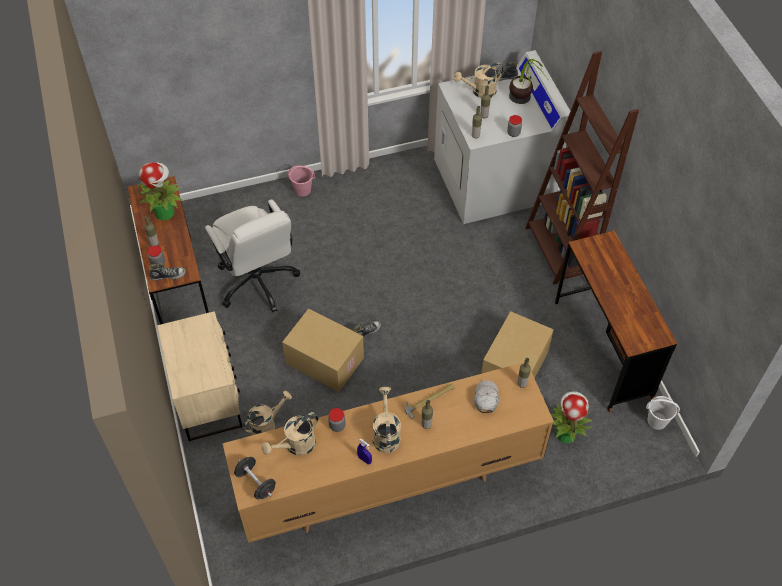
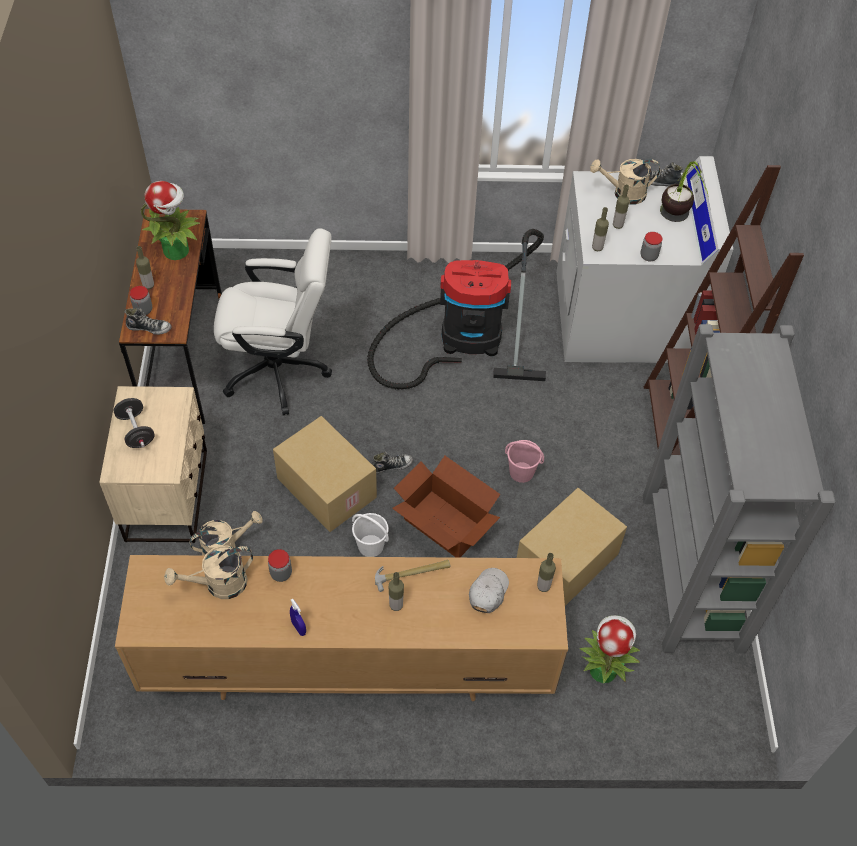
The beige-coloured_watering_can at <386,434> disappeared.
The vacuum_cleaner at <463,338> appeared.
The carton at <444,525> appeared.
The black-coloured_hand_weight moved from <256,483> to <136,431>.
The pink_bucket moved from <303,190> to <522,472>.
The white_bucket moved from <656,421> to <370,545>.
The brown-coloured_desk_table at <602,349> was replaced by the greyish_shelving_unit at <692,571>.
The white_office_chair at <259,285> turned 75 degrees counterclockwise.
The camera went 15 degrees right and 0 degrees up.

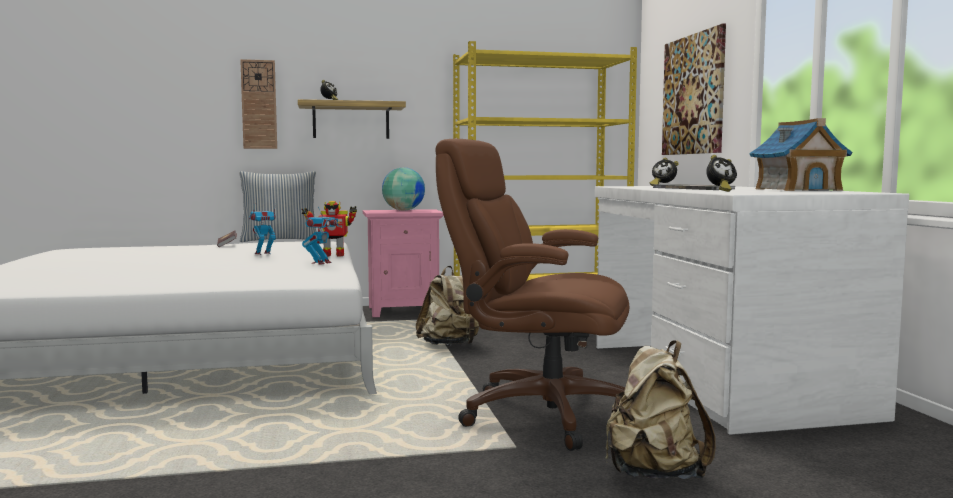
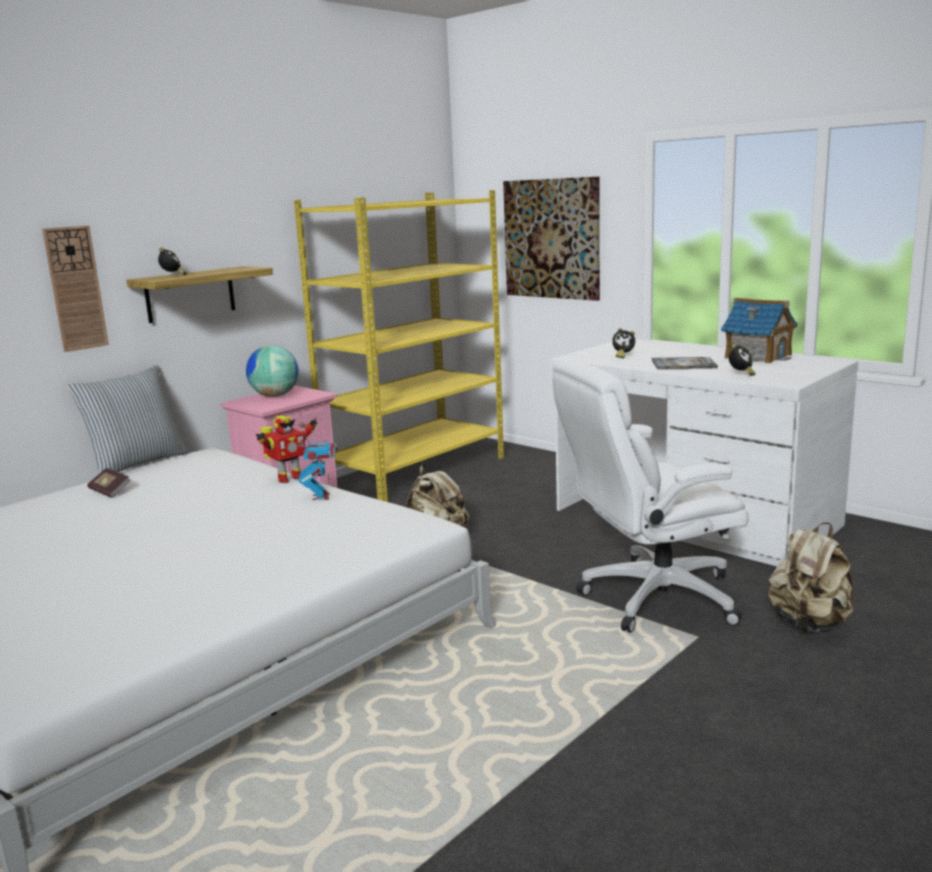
The robot_figure at <263,254> disappeared.
The brown-coloured_office_chair at <537,413> became the white_office_chair at <649,598>.
The camera went 35 degrees left and 10 degrees up.

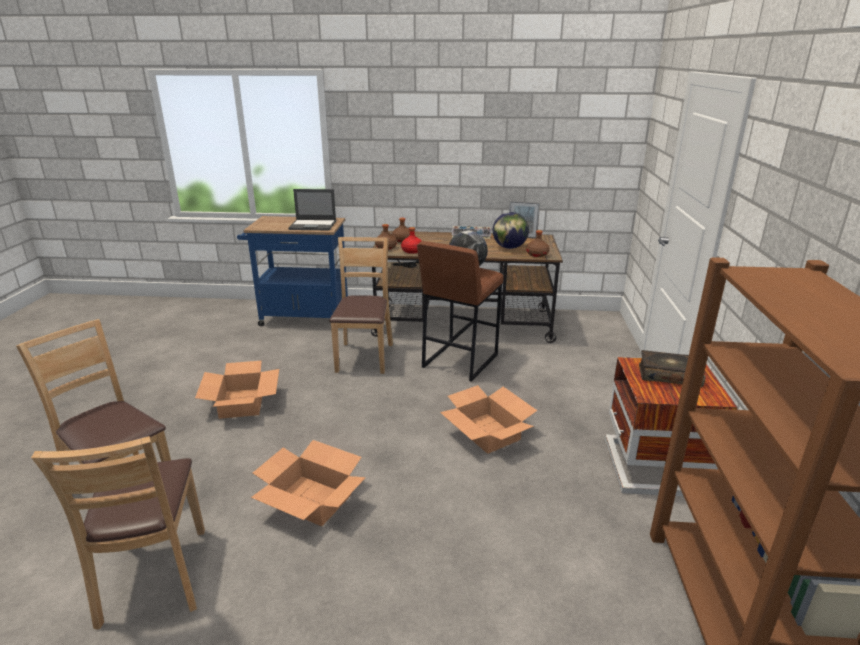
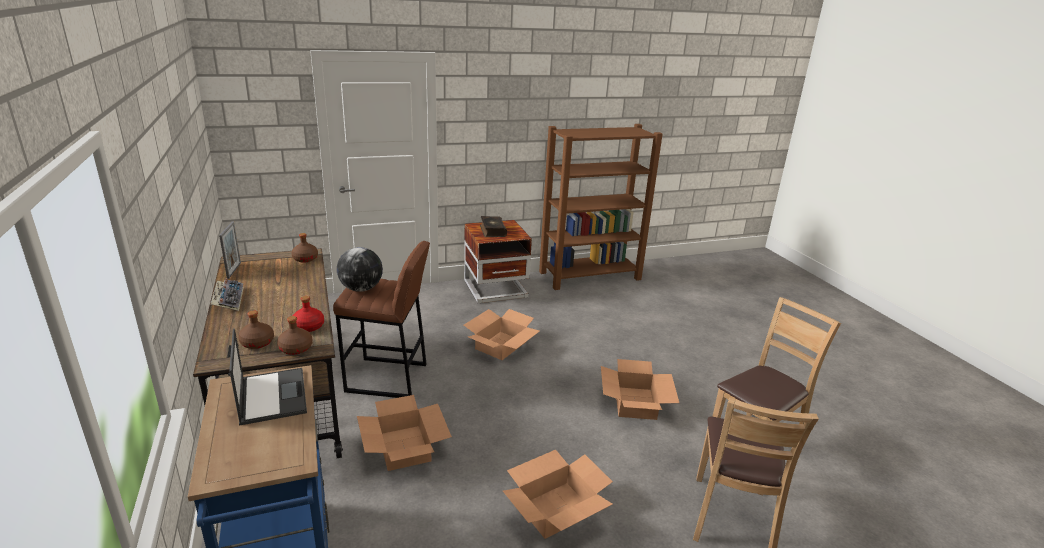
The world_globe at <509,247> disappeared.
The brown-coloured_plain_chair at <364,357> was replaced by the carton at <404,447>.
The camera went 115 degrees left and 0 degrees up.

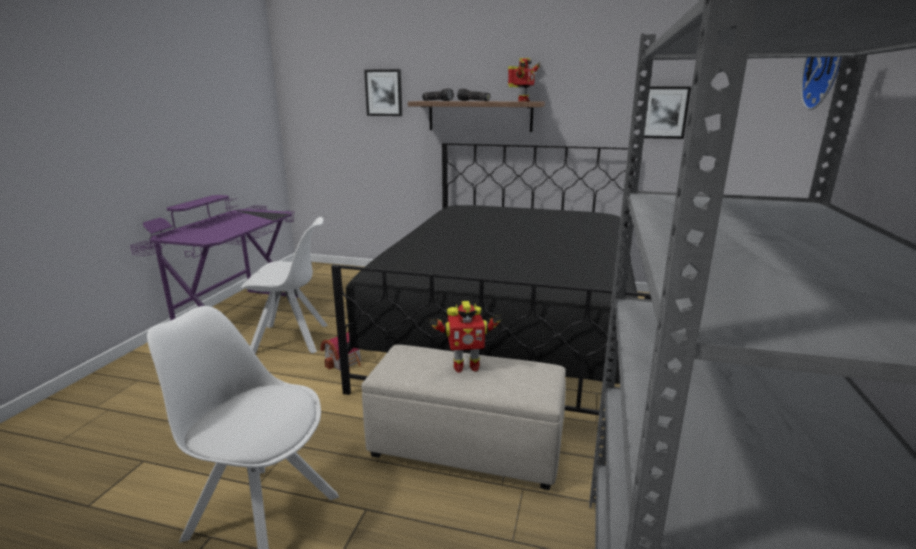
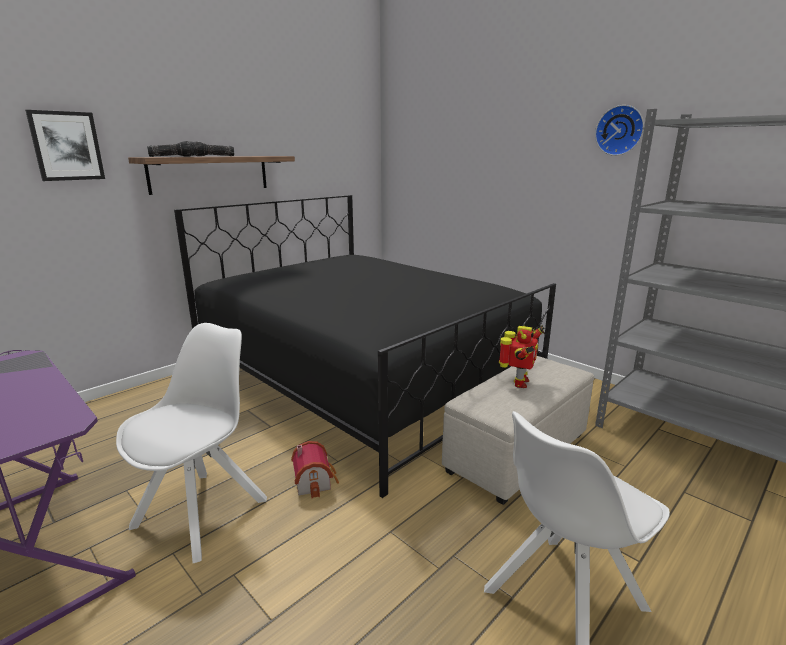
The robot_figure at <522,101> disappeared.
The wall_art at <664,112> disappeared.
The camera went 60 degrees left and 0 degrees up.

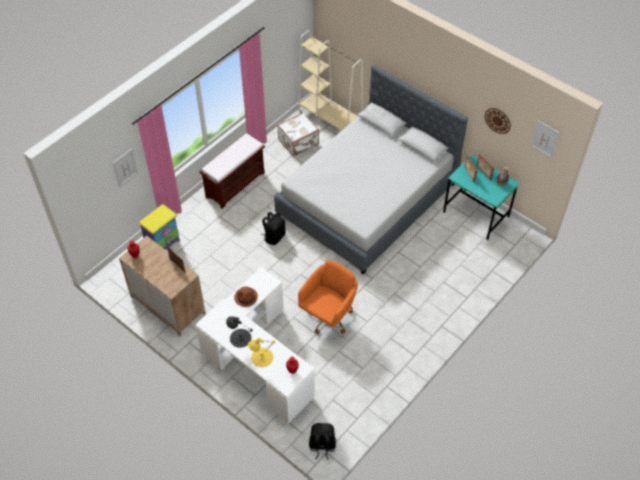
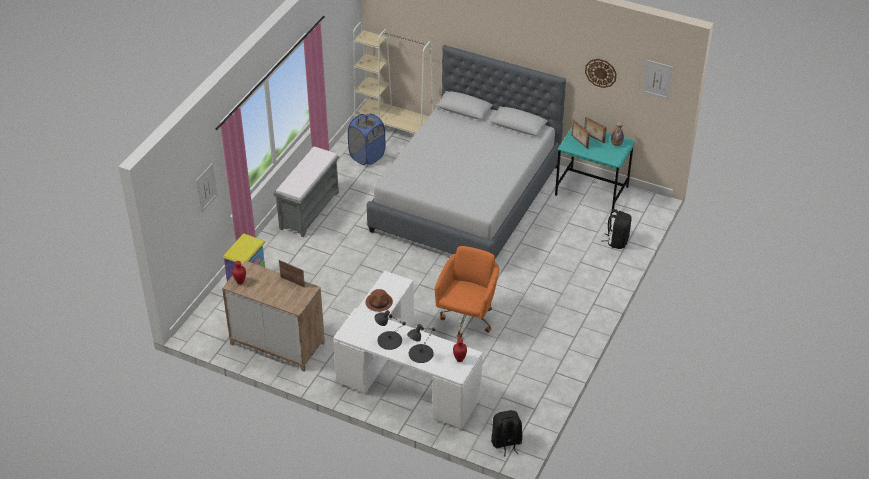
The black-coloured_backpack moved from <274,237> to <617,241>.
The white_travel_case at <299,143> was replaced by the blue_washing_basket at <367,156>.
The brown-coloured_long_seat at <235,184> became the greyish_long_seat at <309,210>.
The yellow-coloured_lamp_for_a_table at <261,357> became the black-coloured_lamp_for_a_table at <420,353>.
The camera went 15 degrees left and 10 degrees down.

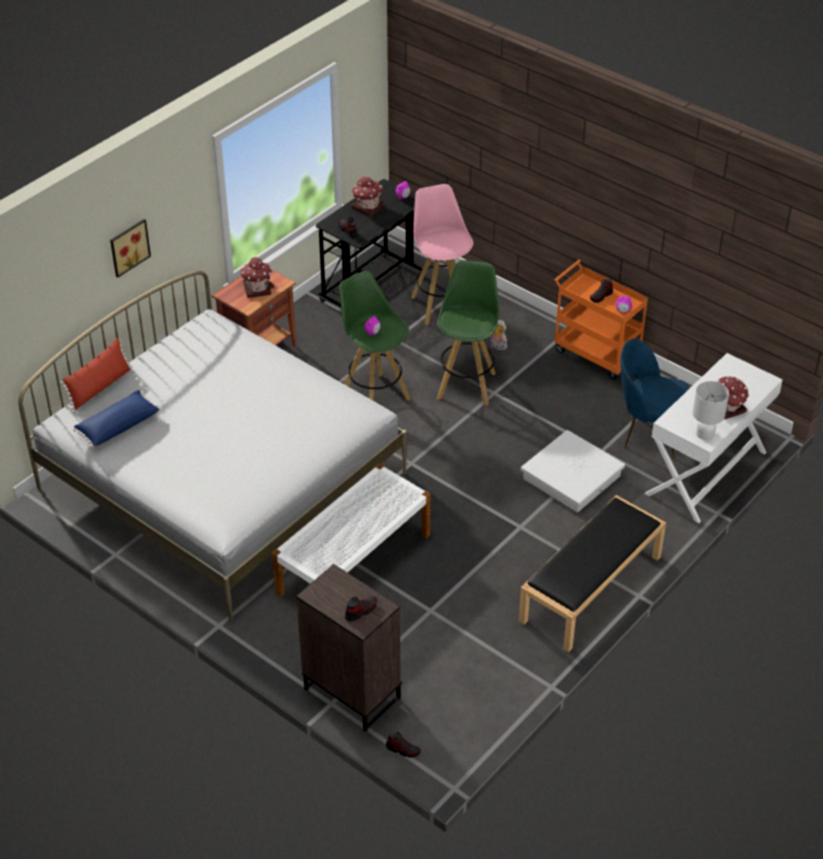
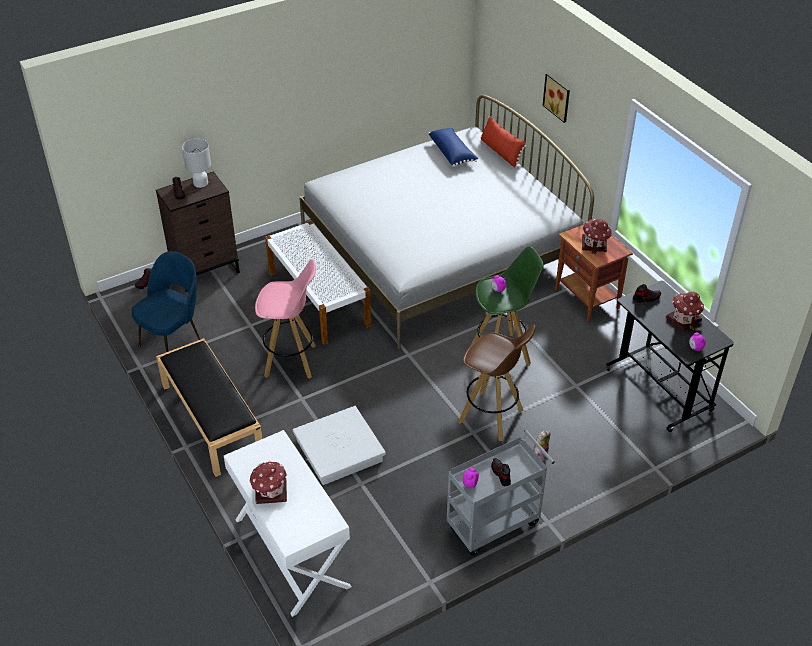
The pink_stool moved from <440,305> to <291,361>.
The blue_plain_chair moved from <647,435> to <174,341>.
The greyish_lamp_for_a_table moved from <705,433> to <201,183>.
The greenish_stool at <467,385> became the brown-coloured_stool at <492,417>.
The orangey_wheeled_cart at <594,357> became the greyish_wheeled_cart at <495,526>.
The camera went 110 degrees right and 0 degrees up.

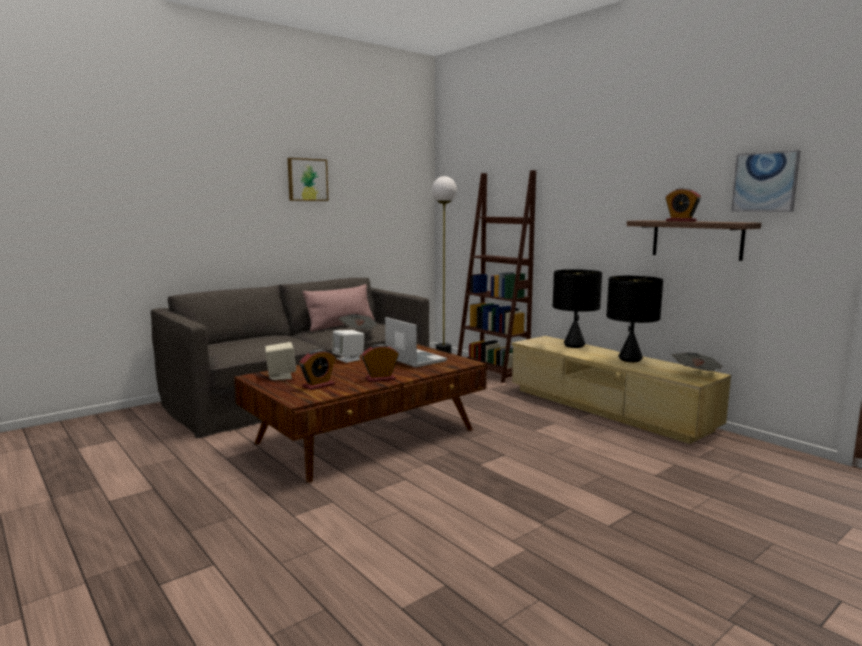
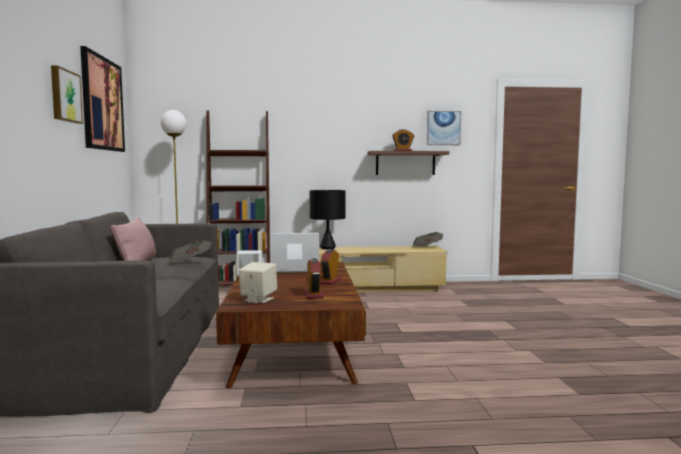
The black-coloured_lamp_for_a_table at <630,360> disappeared.
The wall_art at <102,104> appeared.
The camera went 55 degrees left and 5 degrees down.

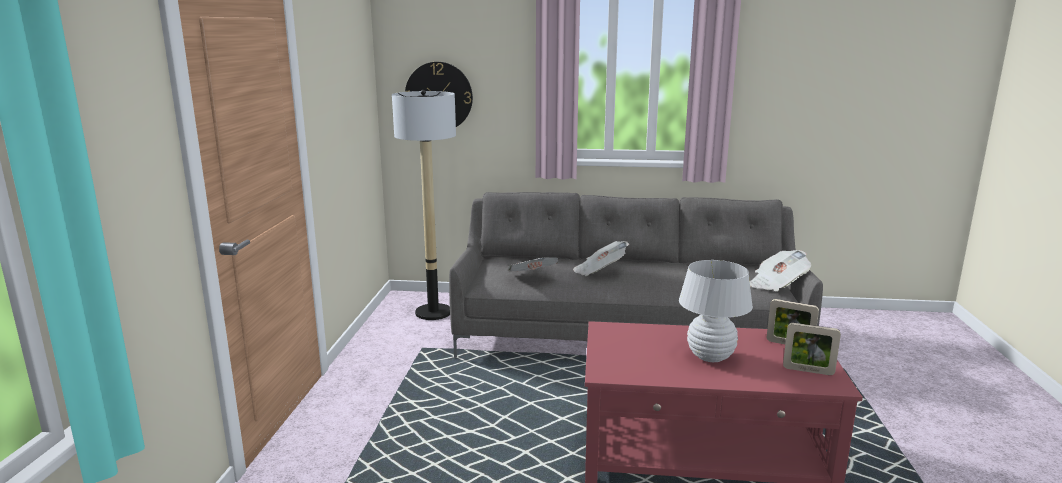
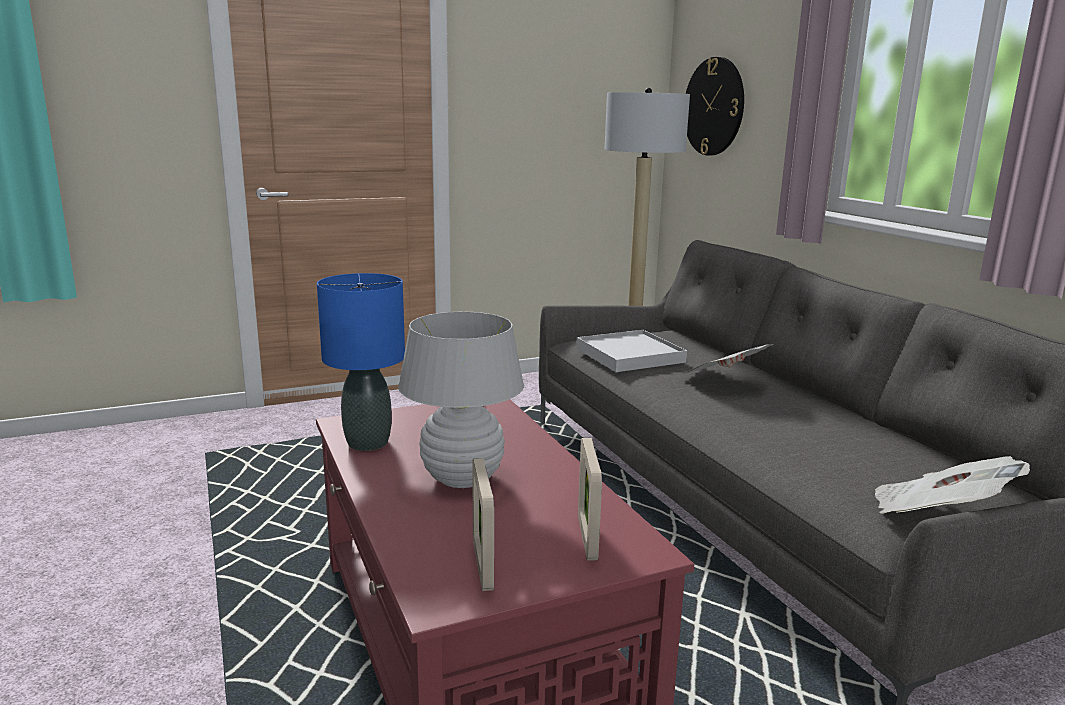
The blue_lamp_for_a_table at <367,443> appeared.
The printed_paper at <532,278> was replaced by the white_tray at <630,355>.
The camera went 60 degrees right and 0 degrees up.

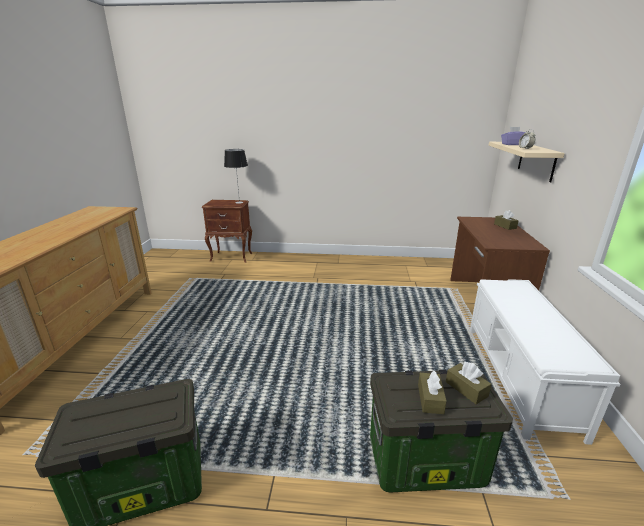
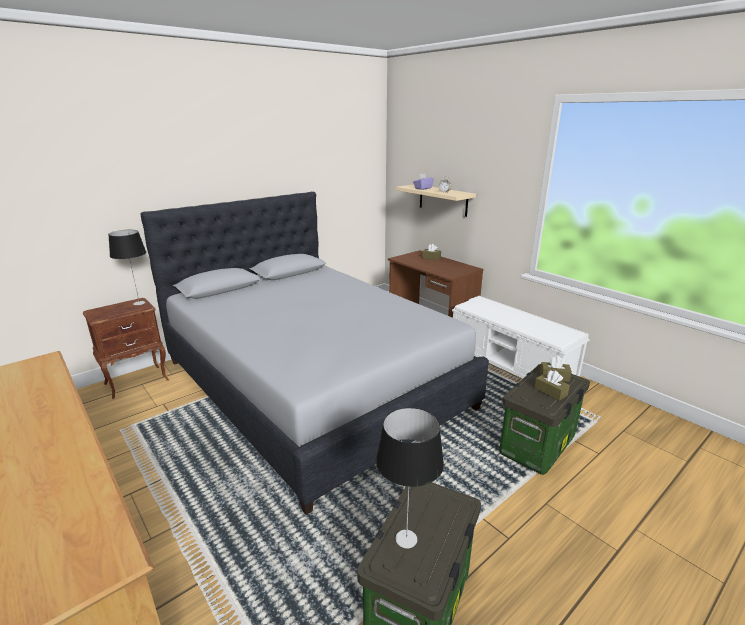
The greyish_sleeping_bed at <313,383> appeared.
The lamp_for_a_table at <407,538> appeared.
The camera went 45 degrees left and 0 degrees up.

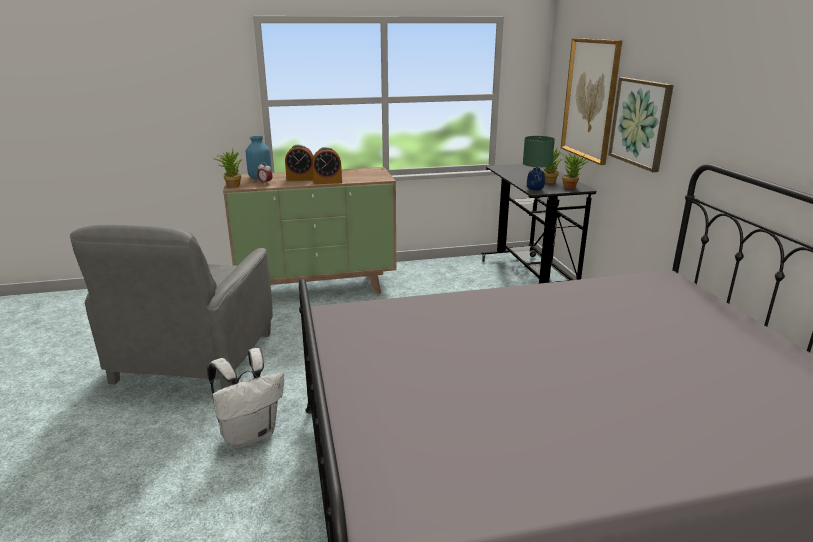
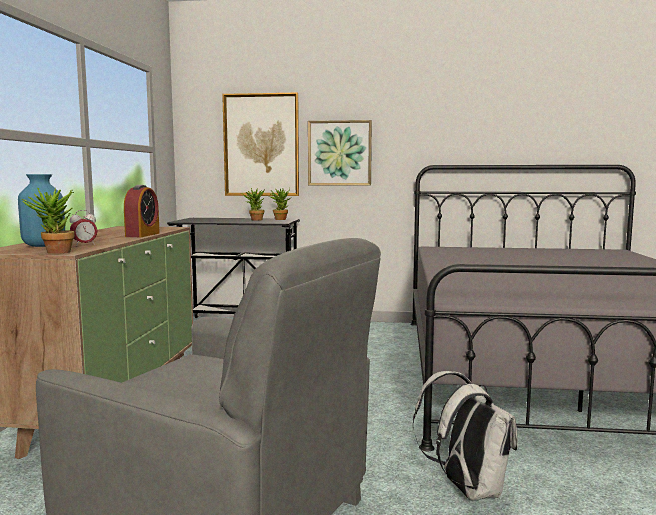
The bedside_clock at <301,179> disappeared.
The greenish_lamp_for_a_table at <536,189> disappeared.
The camera went 70 degrees left and 15 degrees down.

